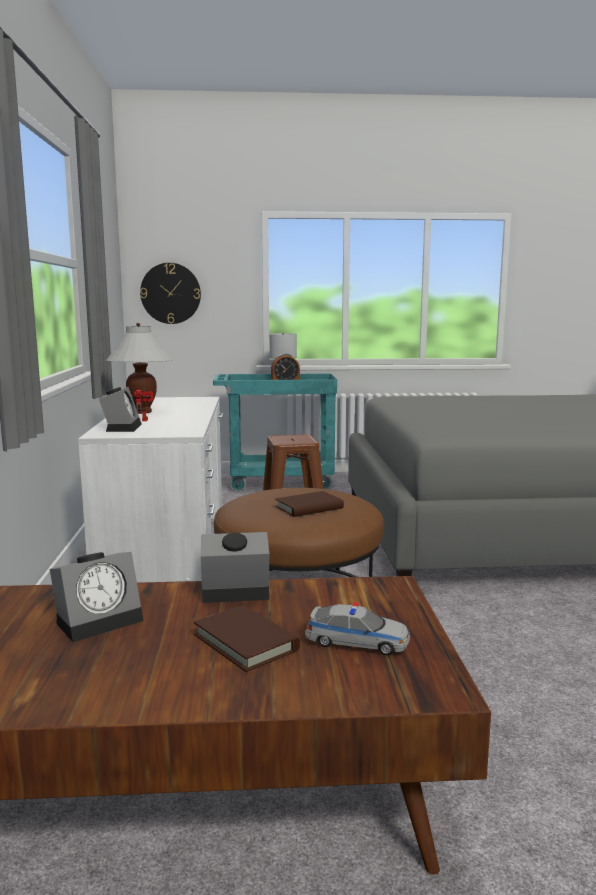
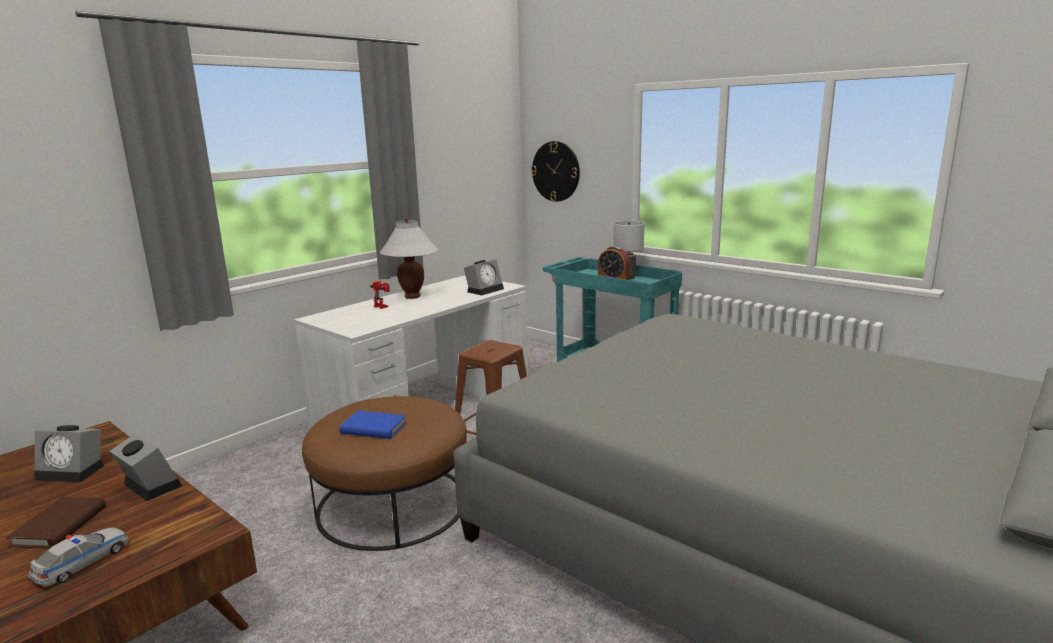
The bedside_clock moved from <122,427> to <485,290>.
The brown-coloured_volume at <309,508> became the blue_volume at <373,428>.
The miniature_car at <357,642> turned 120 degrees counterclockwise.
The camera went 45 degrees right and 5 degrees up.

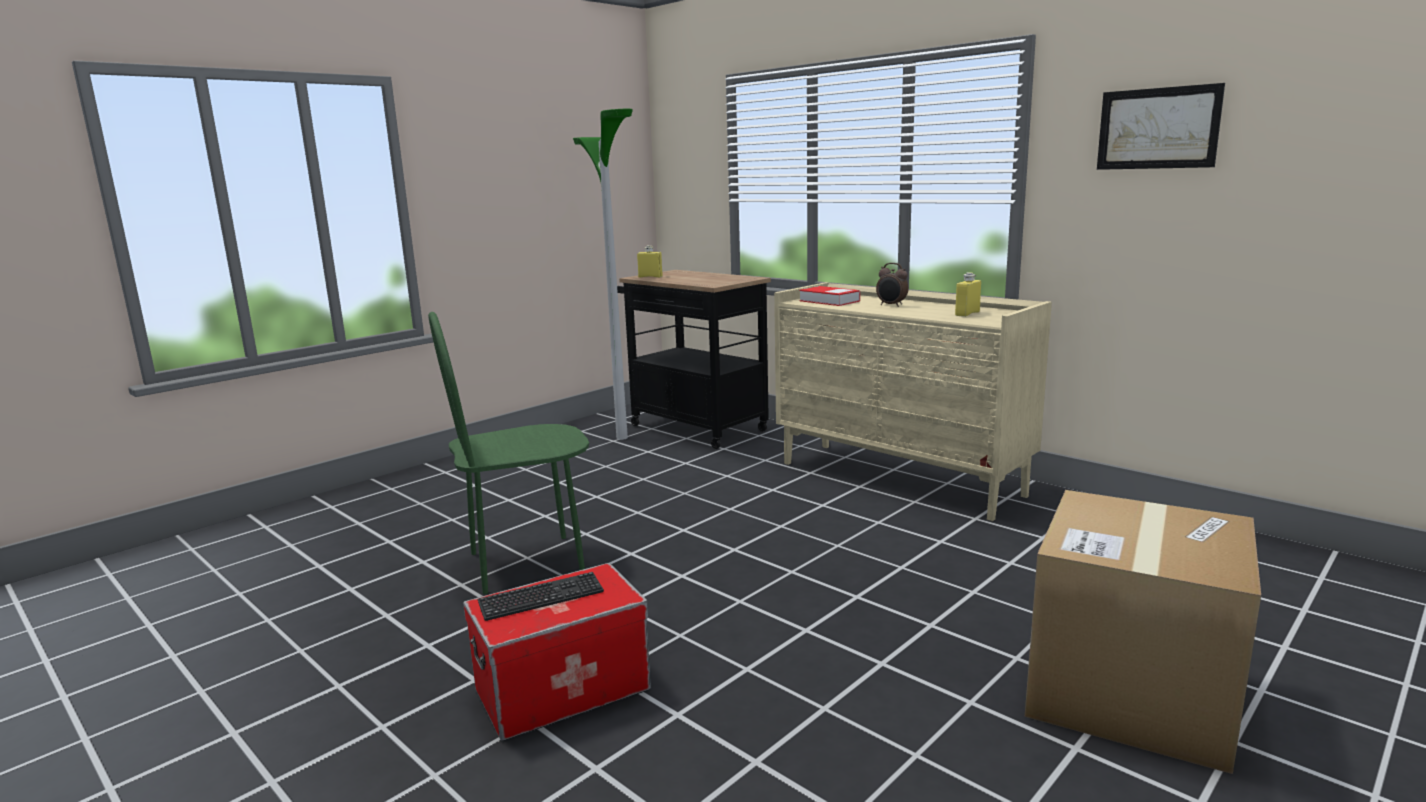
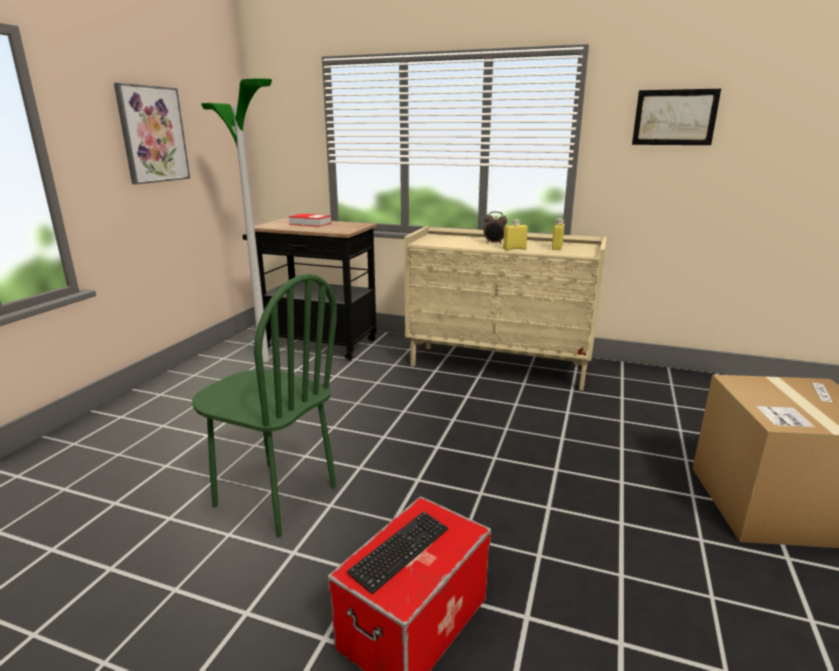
The wall_art at <152,134> appeared.
The yellow-coloured_bottle moved from <650,277> to <514,249>.
The volume moved from <829,301> to <310,223>.
The greenish_plain_chair at <526,563> turned 105 degrees counterclockwise.
The camera went 25 degrees left and 5 degrees up.

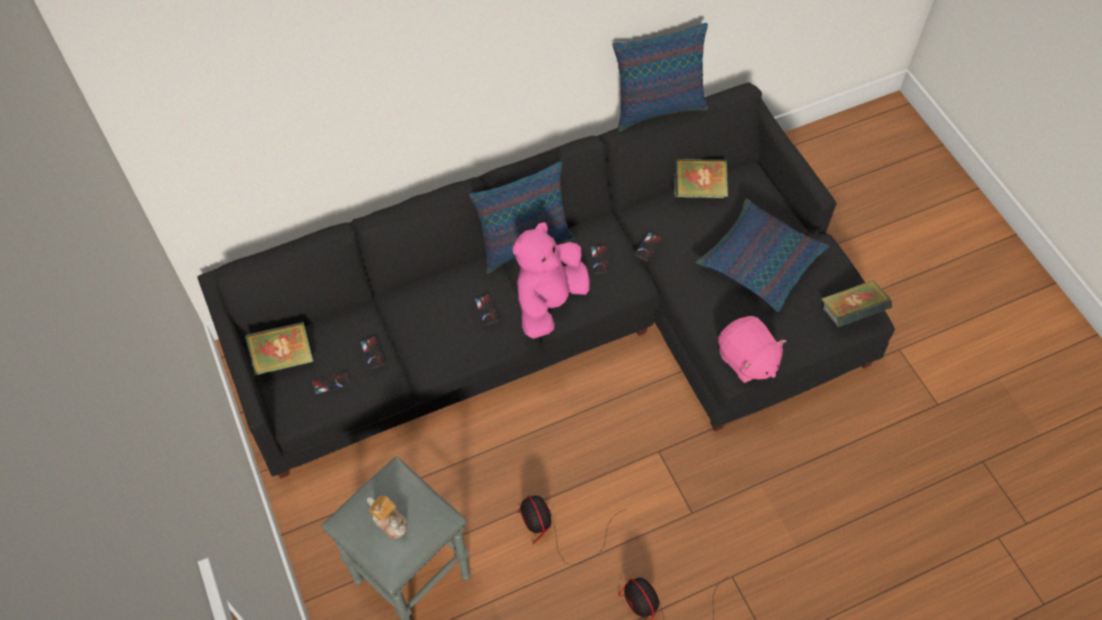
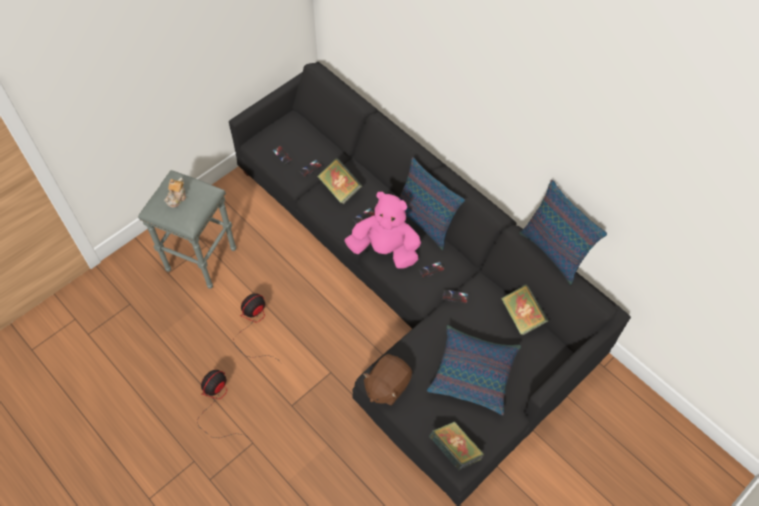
The volume moved from <283,358> to <340,188>.
The pink_soft_toy at <746,360> became the brown-coloured_soft_toy at <387,386>.
The camera went 70 degrees right and 0 degrees up.

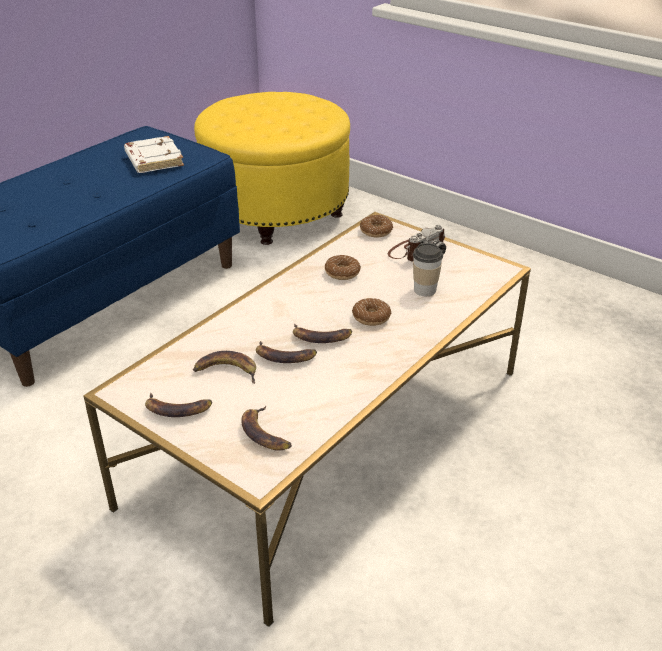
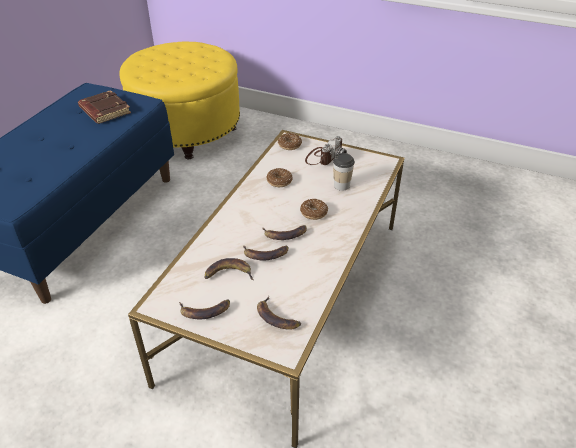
The white_volume at <153,160> became the brown-coloured_volume at <104,111>.
The camera went 15 degrees left and 5 degrees up.

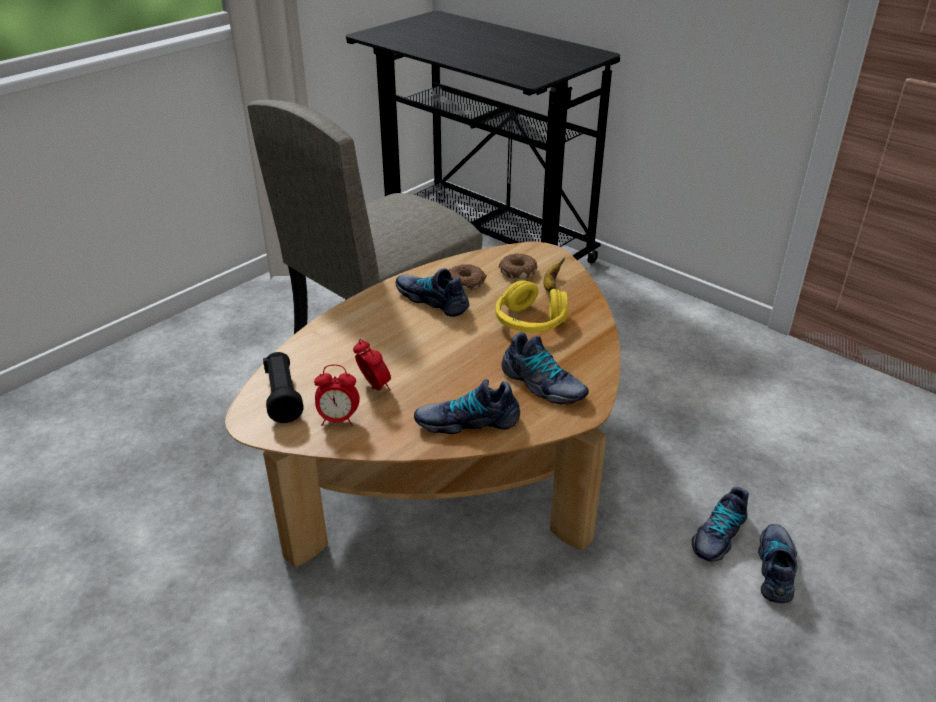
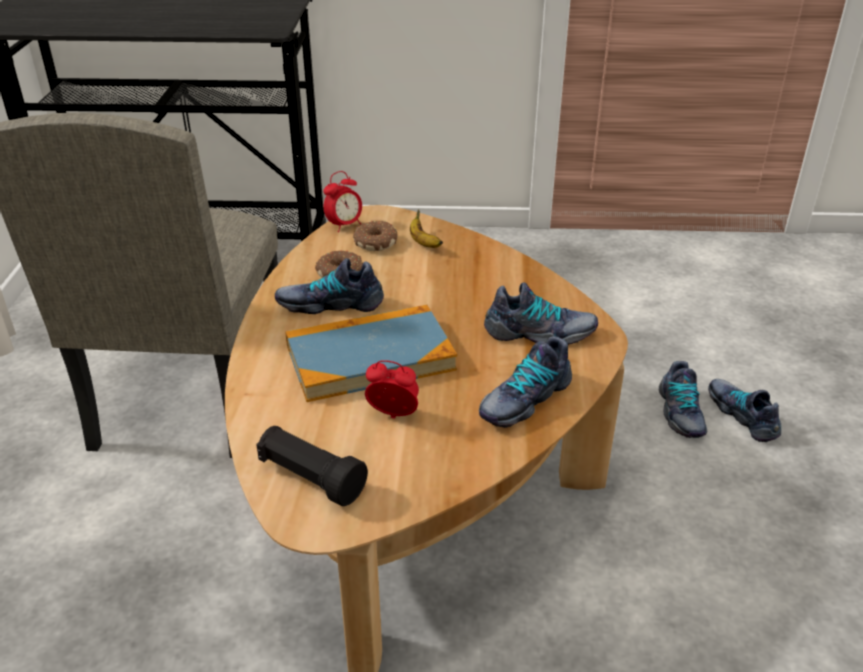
The yellow-coloured_headphones at <530,322> disappeared.
The volume at <370,358> appeared.
The bedside_clock moved from <338,420> to <344,225>.
The camera went 40 degrees left and 0 degrees up.

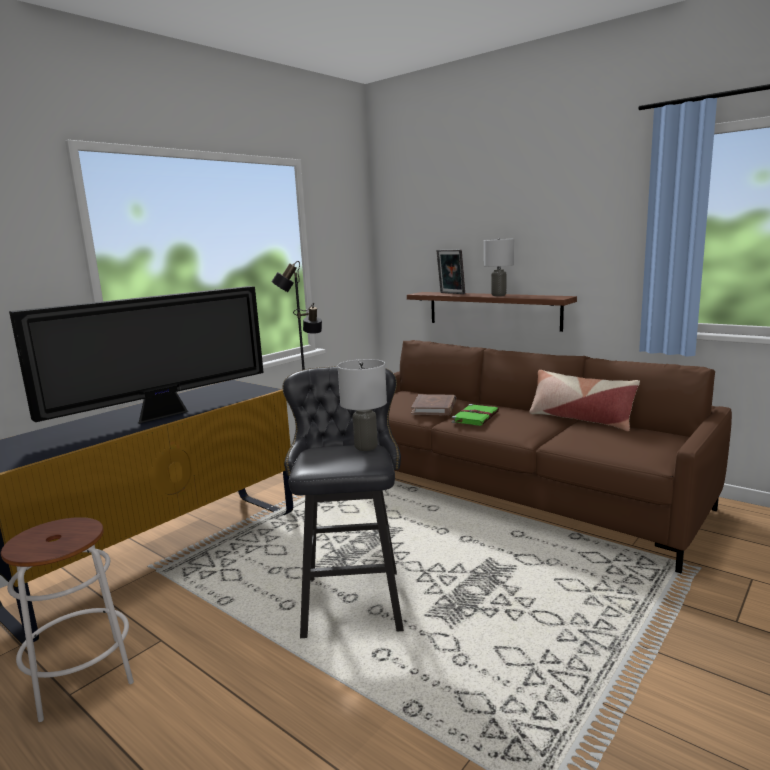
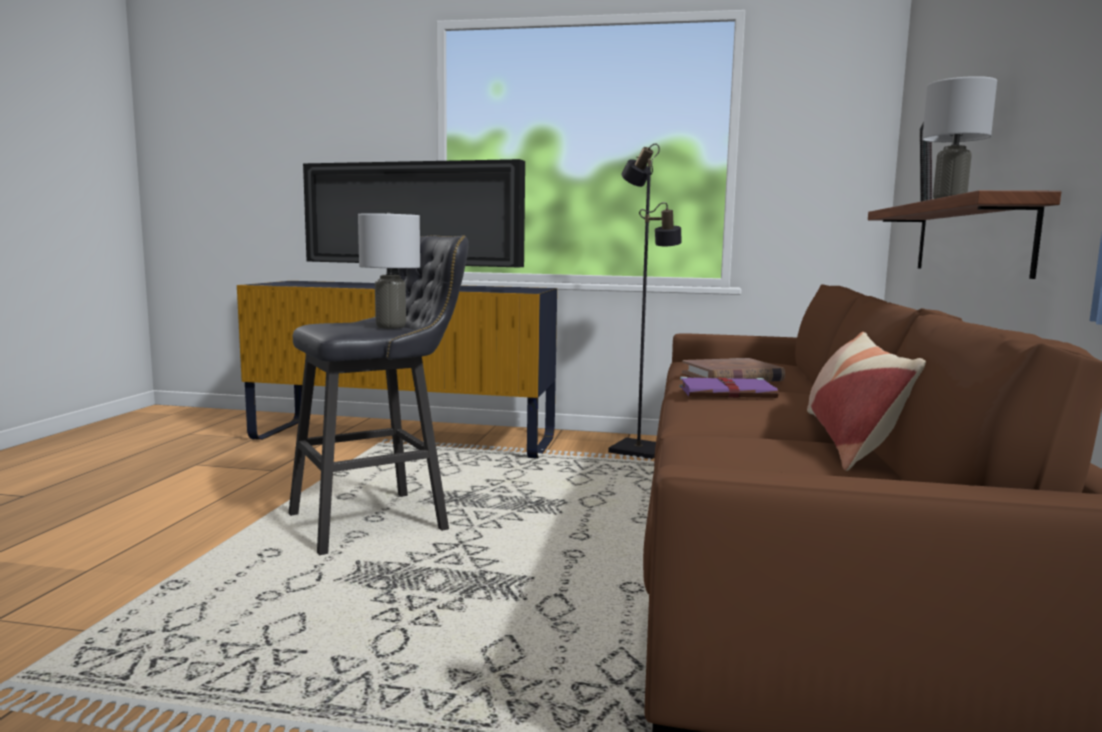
The white_stool at <82,676> disappeared.
The greenish_volume at <475,417> became the purplish_volume at <728,392>.
The camera went 60 degrees right and 5 degrees down.

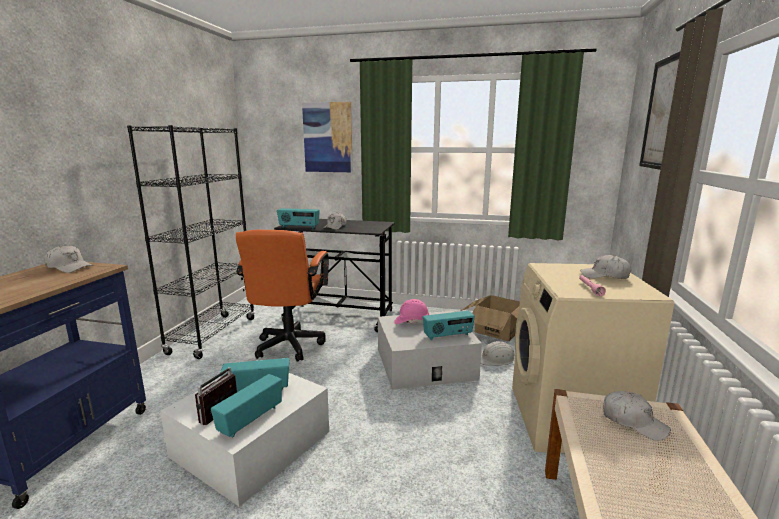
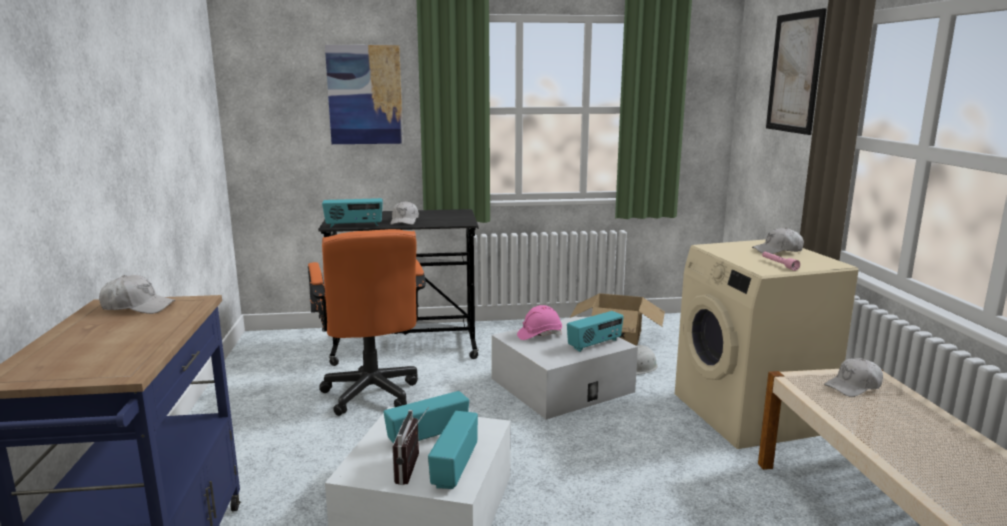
The black-coloured_shelving_unit at <213,335> disappeared.
The white_cap at <633,422> turned 135 degrees clockwise.
The camera went 20 degrees left and 0 degrees up.

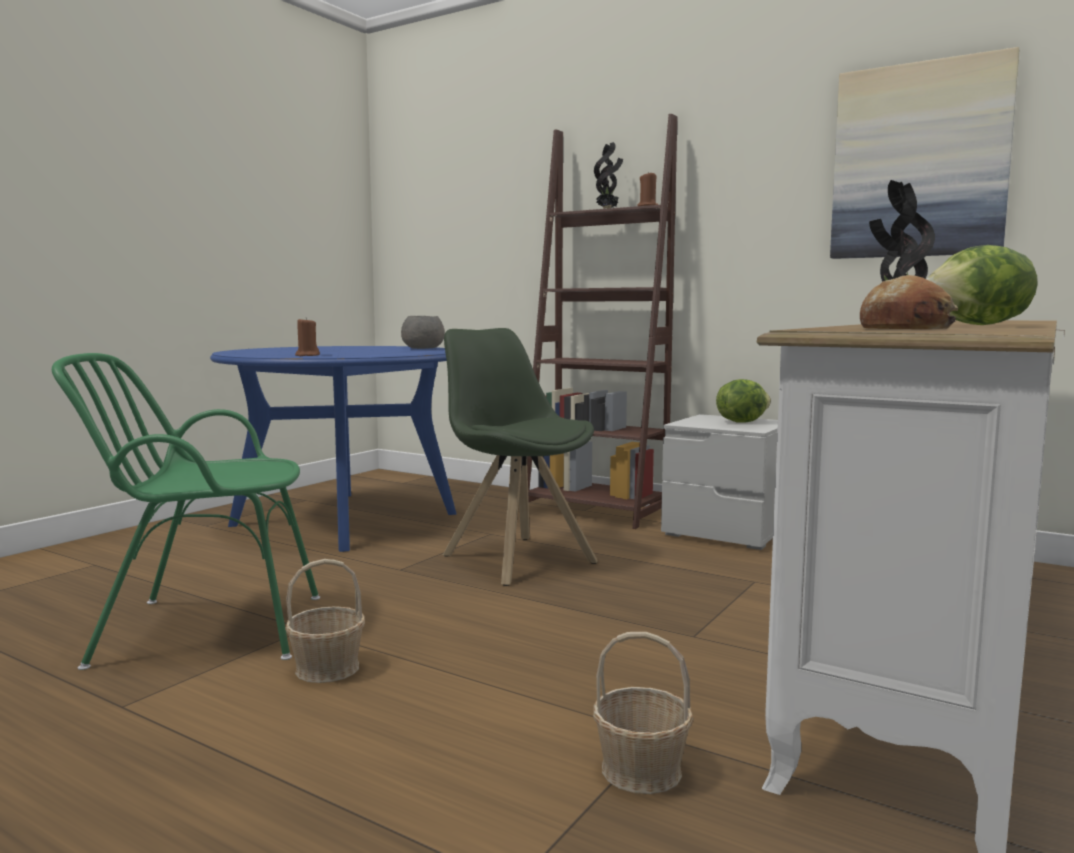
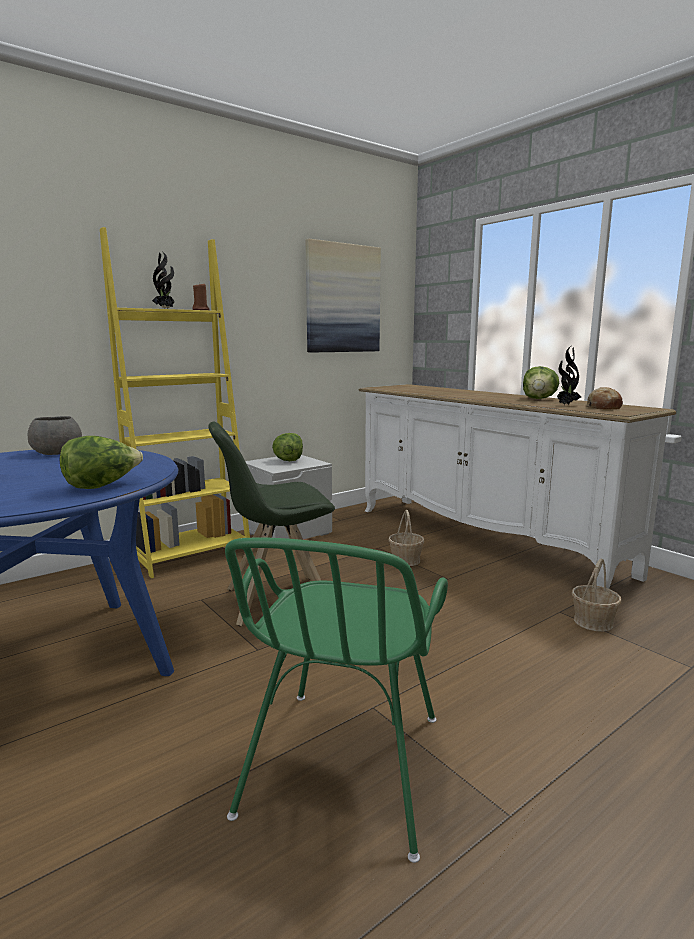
The basket moved from <328,668> to <406,560>.
The brown-coloured_candle at <307,355> was replaced by the head_of_lettuce at <102,486>.
The brown-coloured_shelving_unit at <594,511> became the yellow-coloured_shelving_unit at <191,555>.
The camera went 70 degrees left and 5 degrees up.

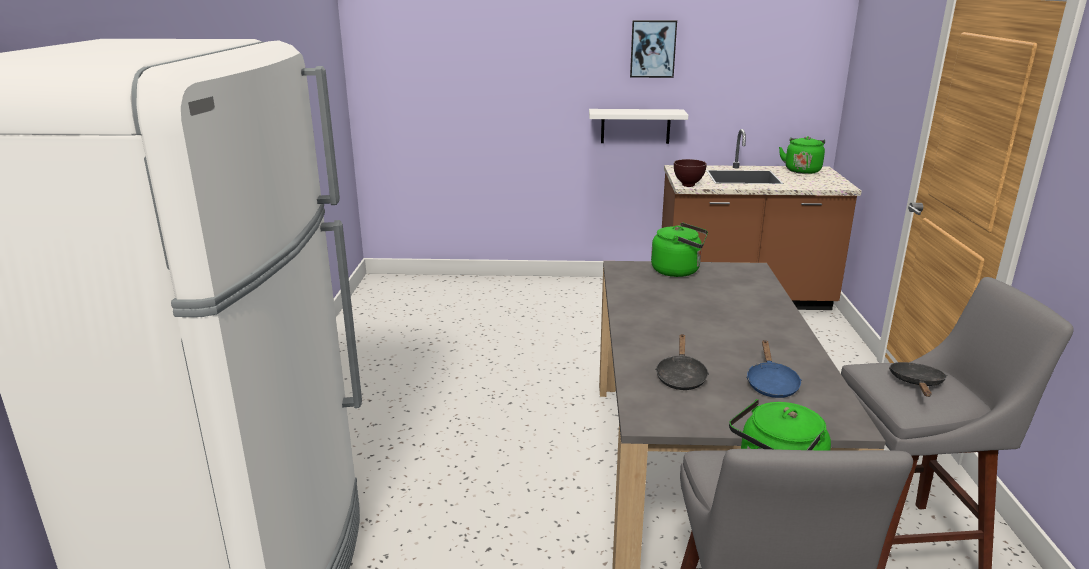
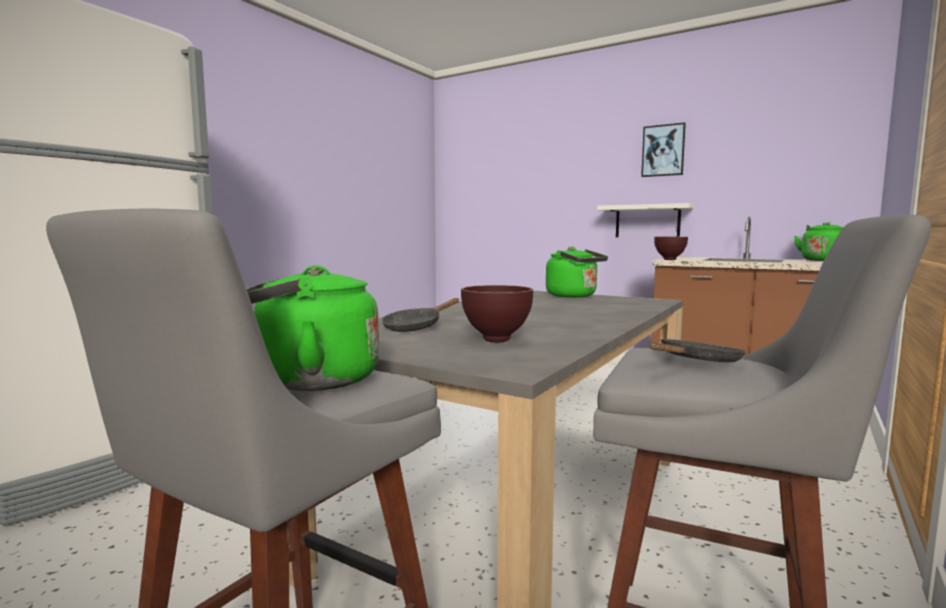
The blue_skillet at <771,384> was replaced by the brown-coloured_deep_dish at <496,340>.
The camera went 30 degrees right and 15 degrees down.

